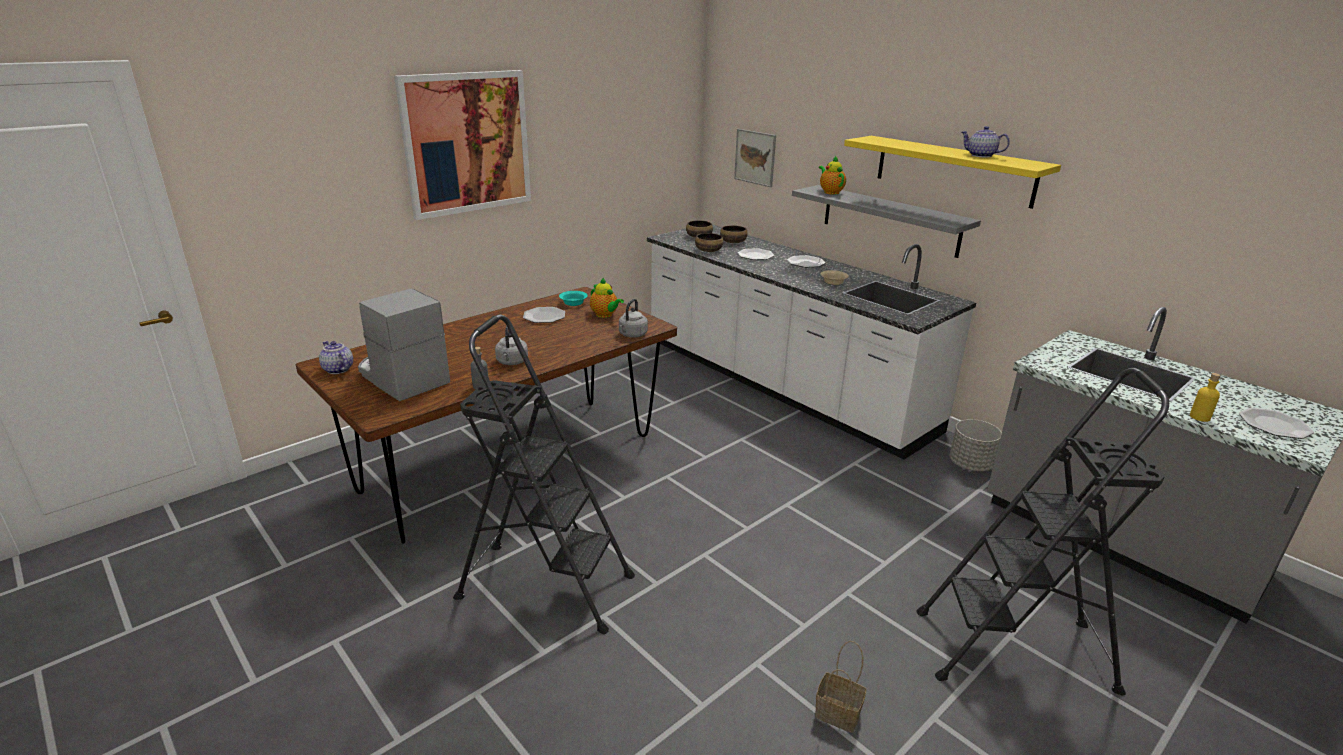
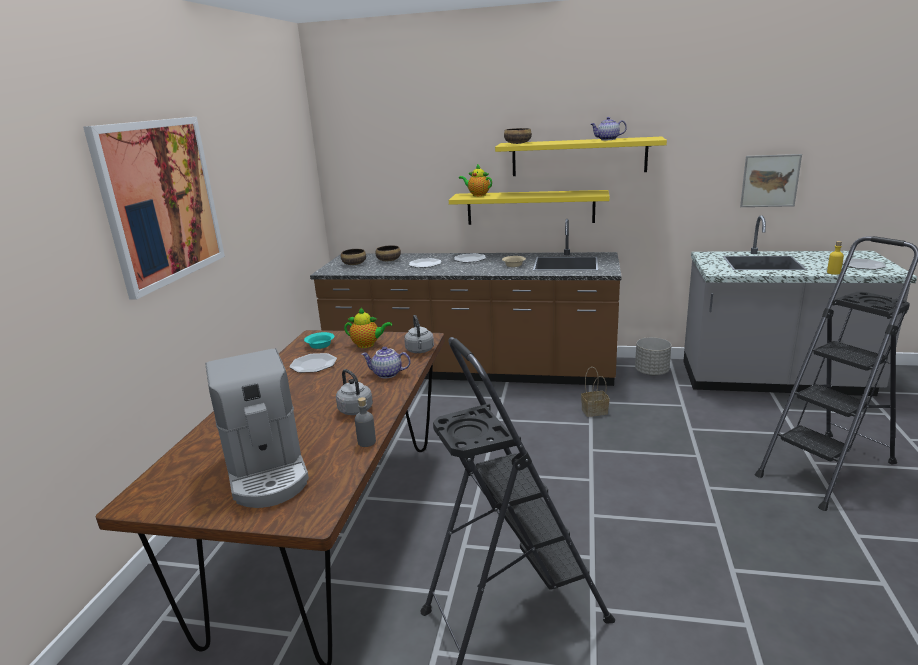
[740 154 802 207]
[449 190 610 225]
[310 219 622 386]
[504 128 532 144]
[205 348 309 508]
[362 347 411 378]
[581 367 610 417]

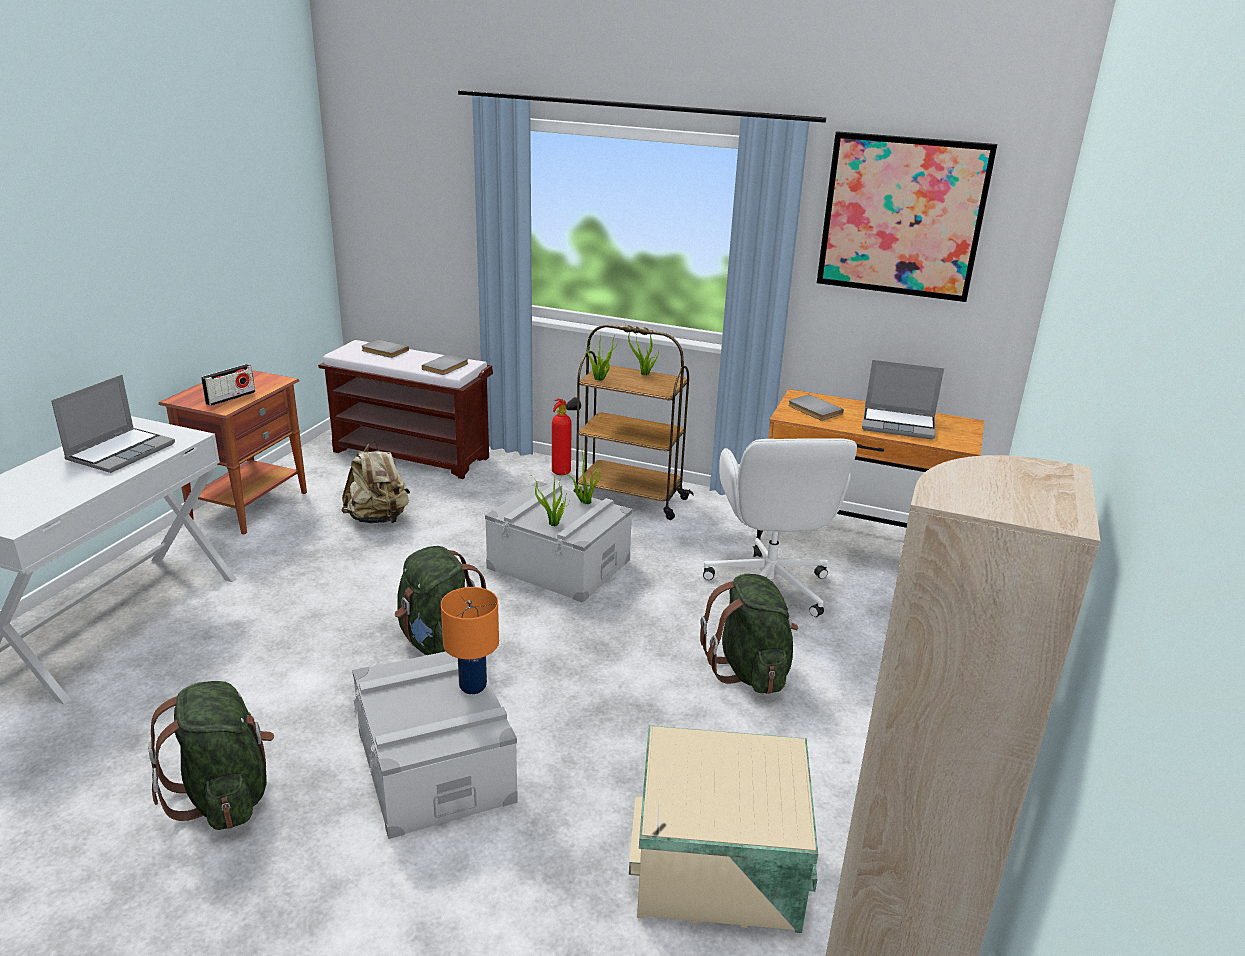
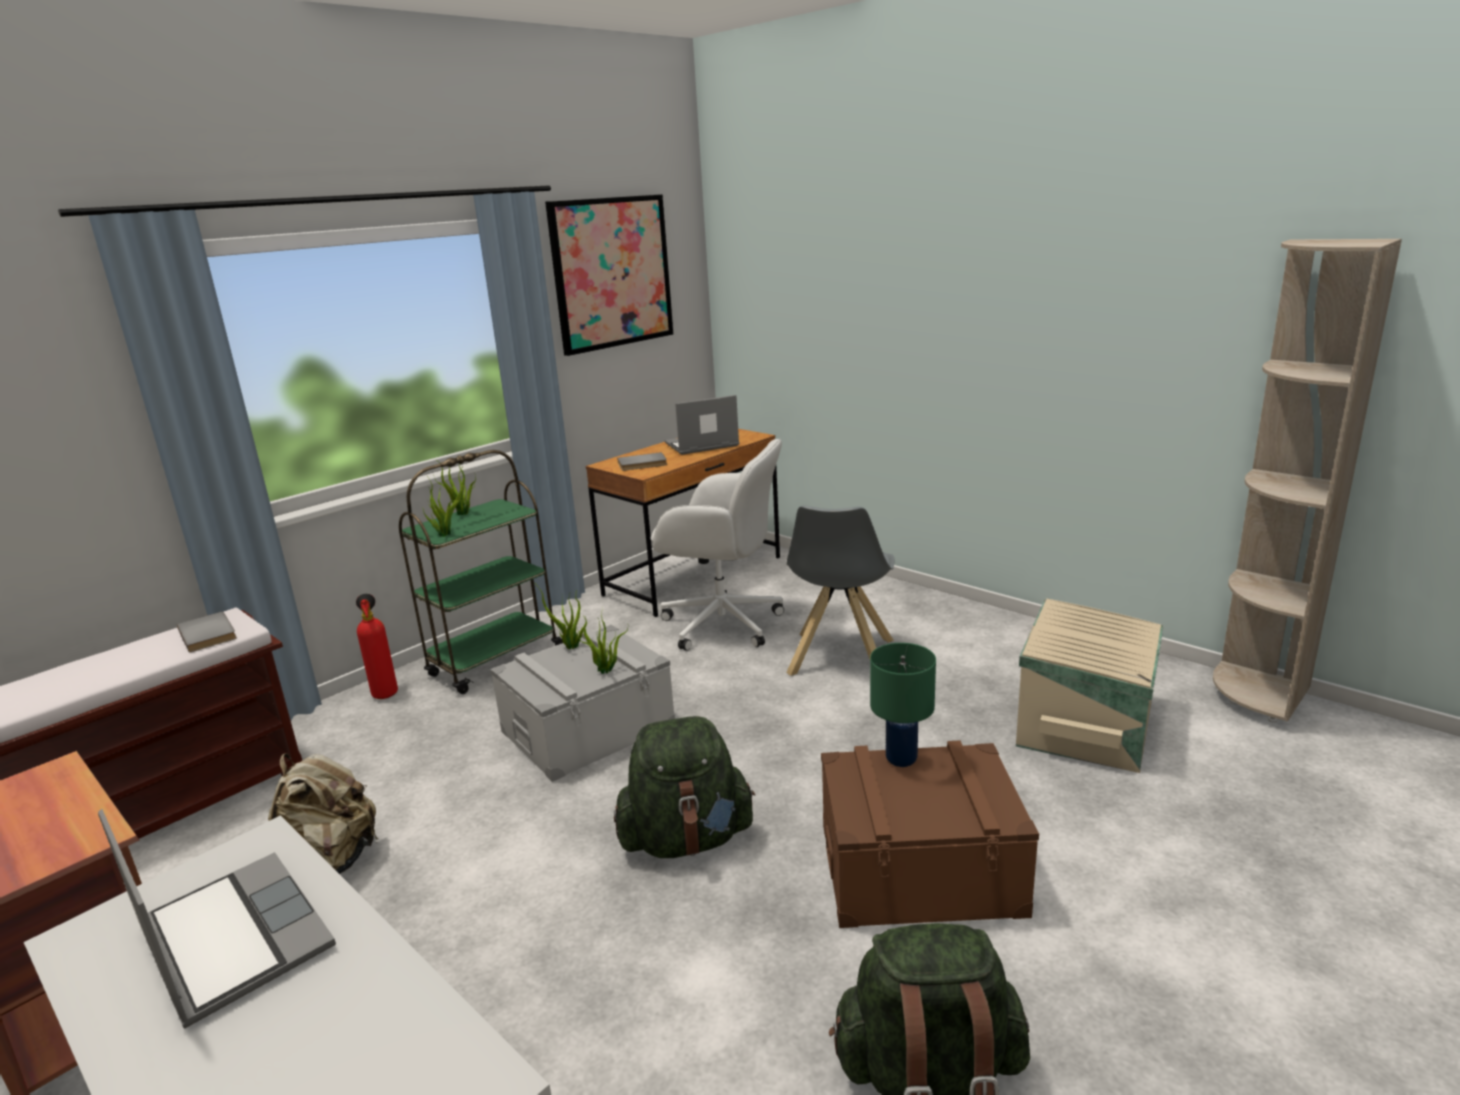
[399 450 563 694]
[362 339 409 358] (first image)
[665 395 739 455]
[201 364 255 406] (first image)
[786 505 895 676]
[870 643 936 767]
[821 740 1039 928]

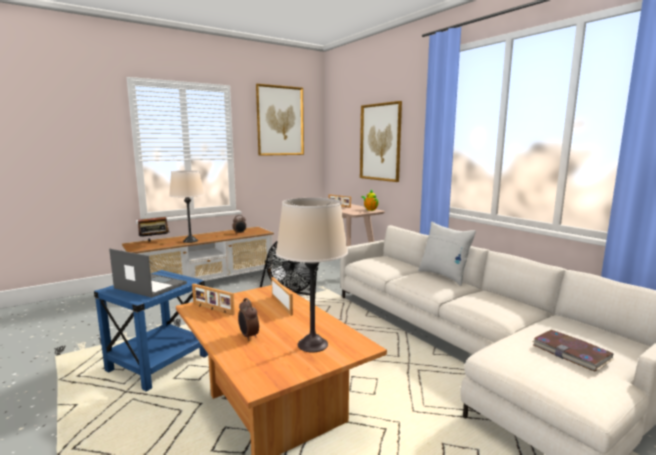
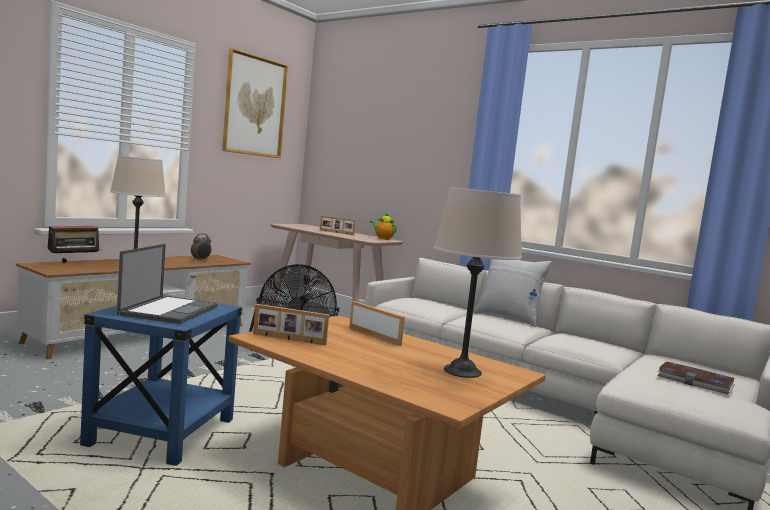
[360 101 402 182] (first image)
[117 244 218 324]
[238 298 259 341] (first image)

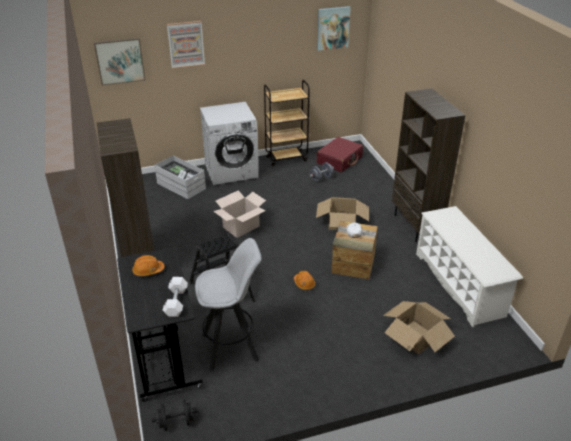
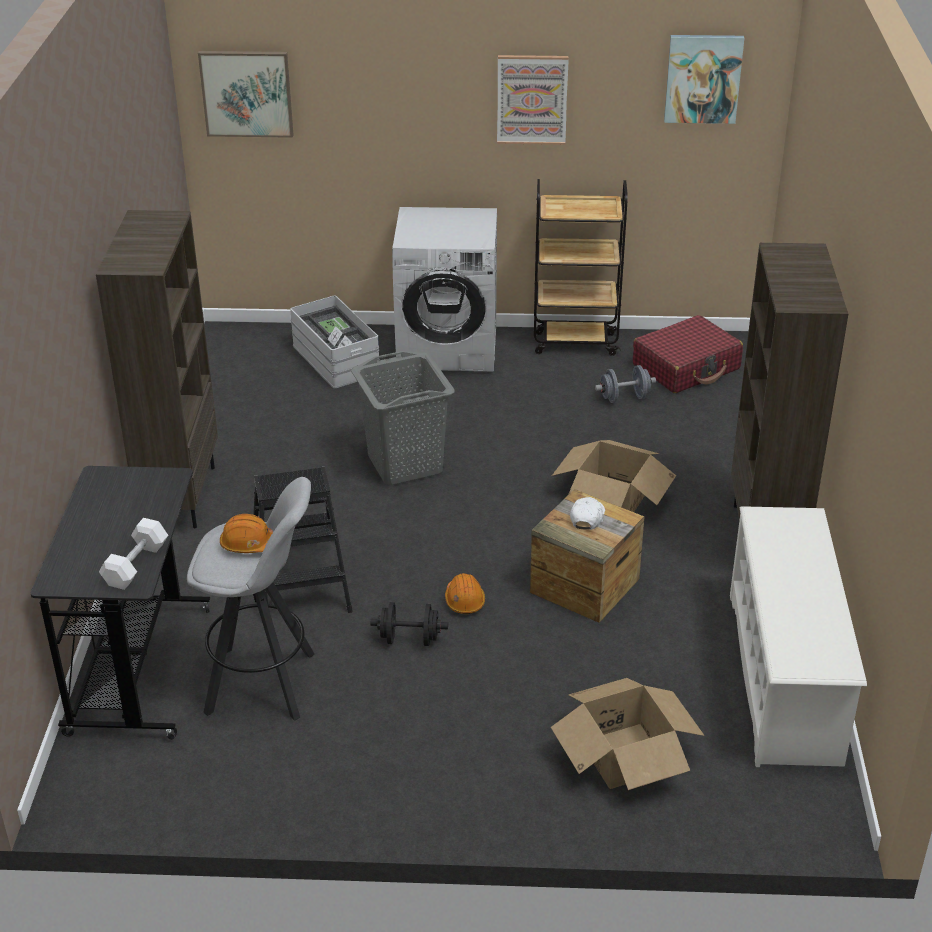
[497 55 569 145]
[351 351 455 485]
[220 514 273 553]
[371 602 448 646]

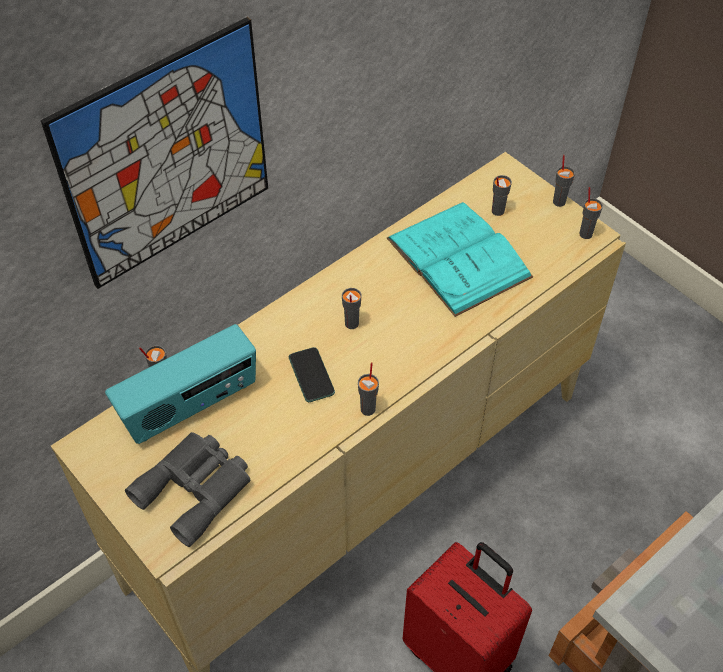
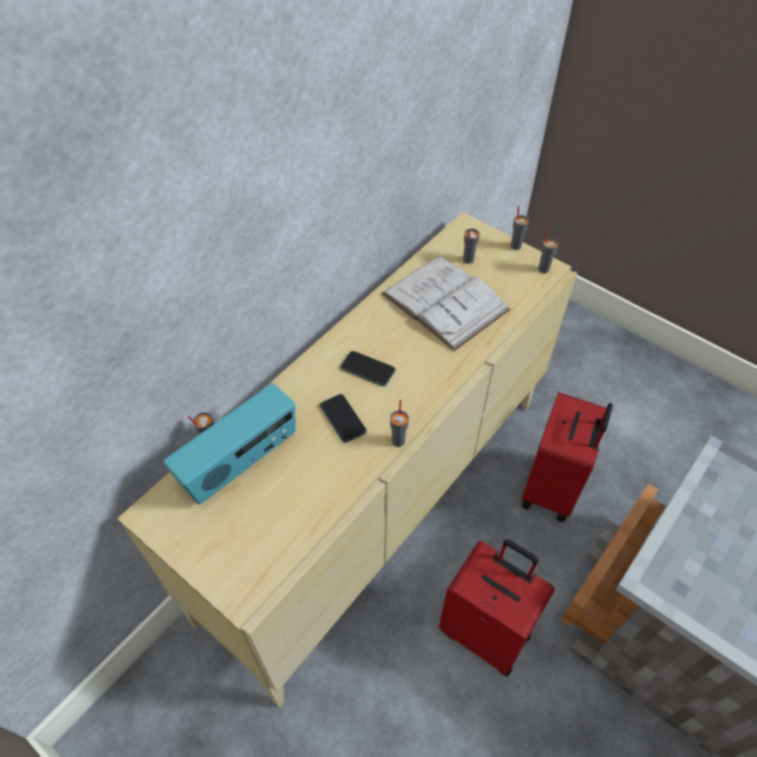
[41 17 268 289] (first image)
[382 256 511 351]
[340 351 396 387]
[125 432 251 547] (first image)
[522 392 613 522]

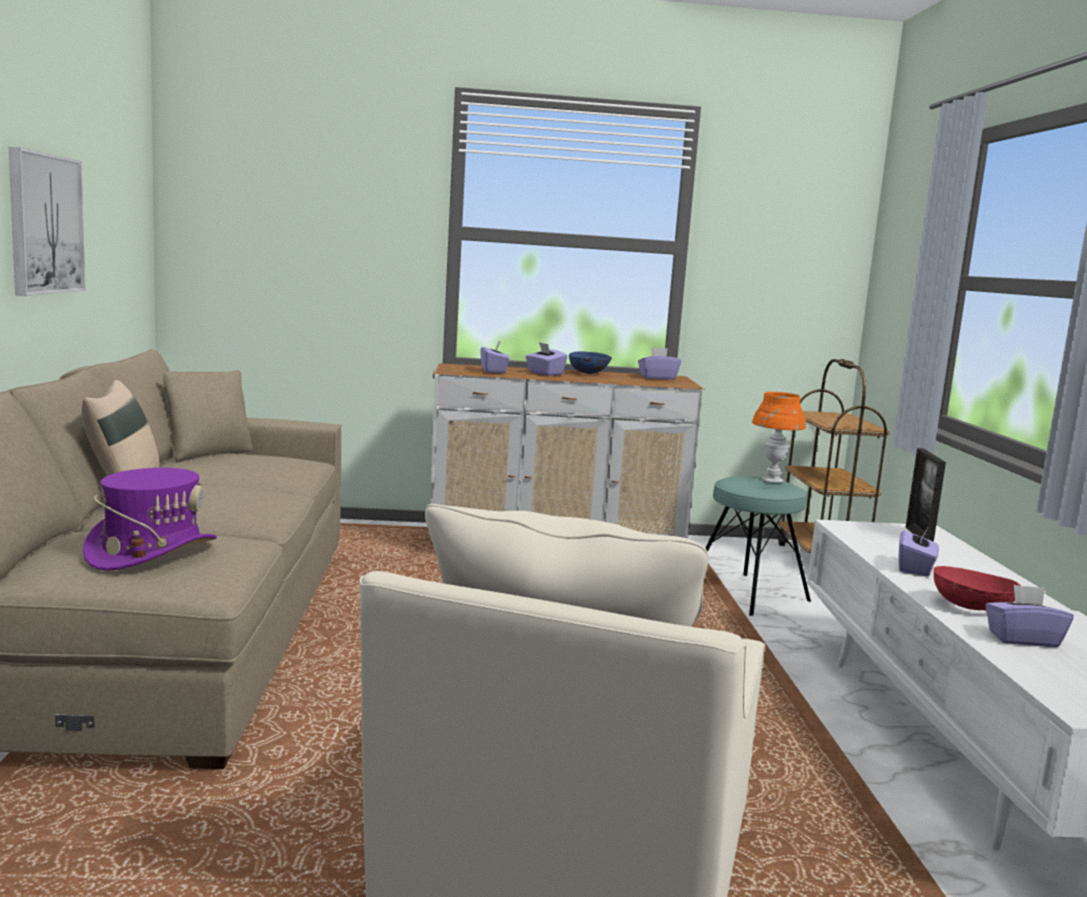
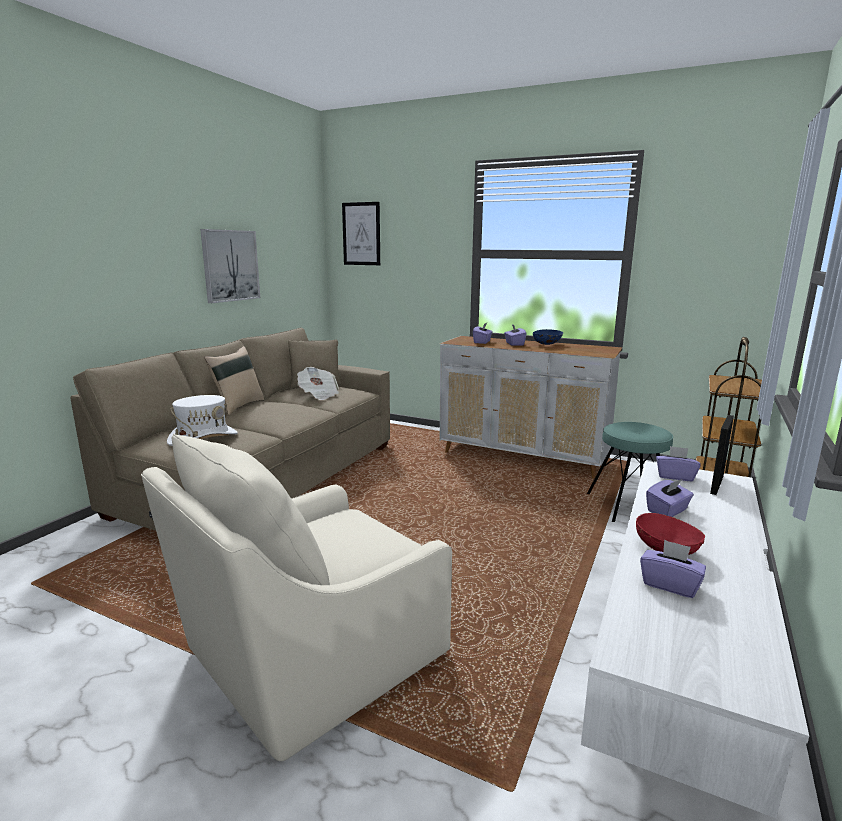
[656 446 701 481]
[752 392 806 483] (first image)
[167 395 238 446]
[342 202 380 265]
[297 367 339 400]

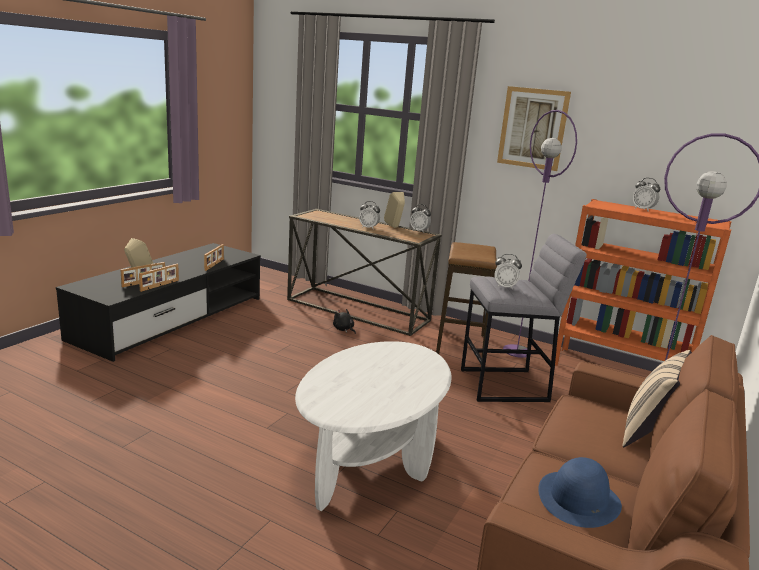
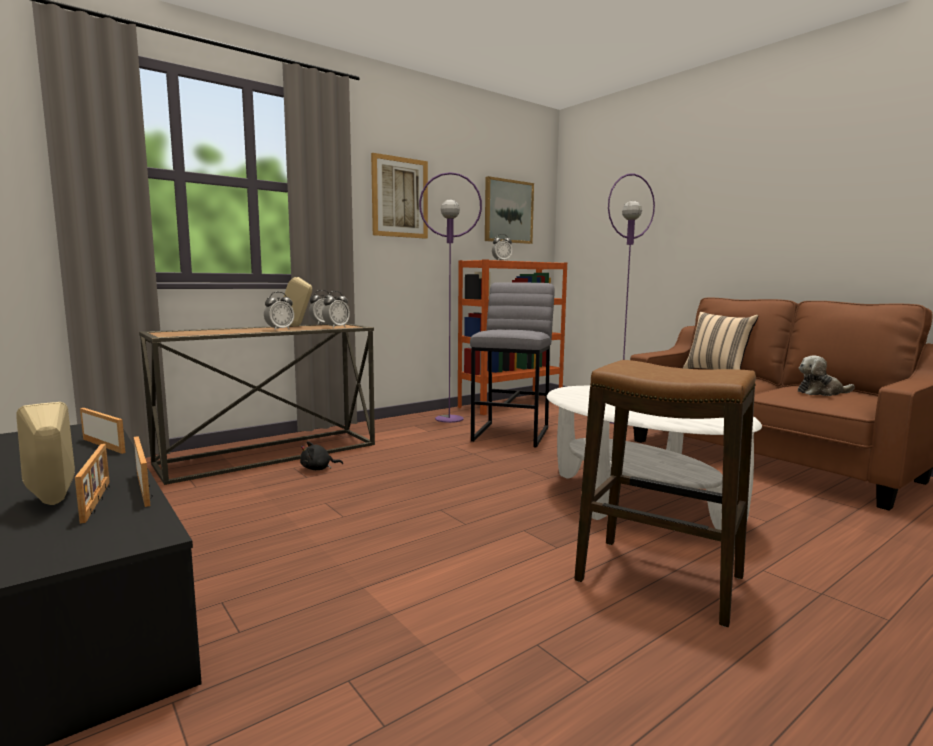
[574 360 756 627]
[322 291 350 328]
[798 356 855 396]
[485 176 534 244]

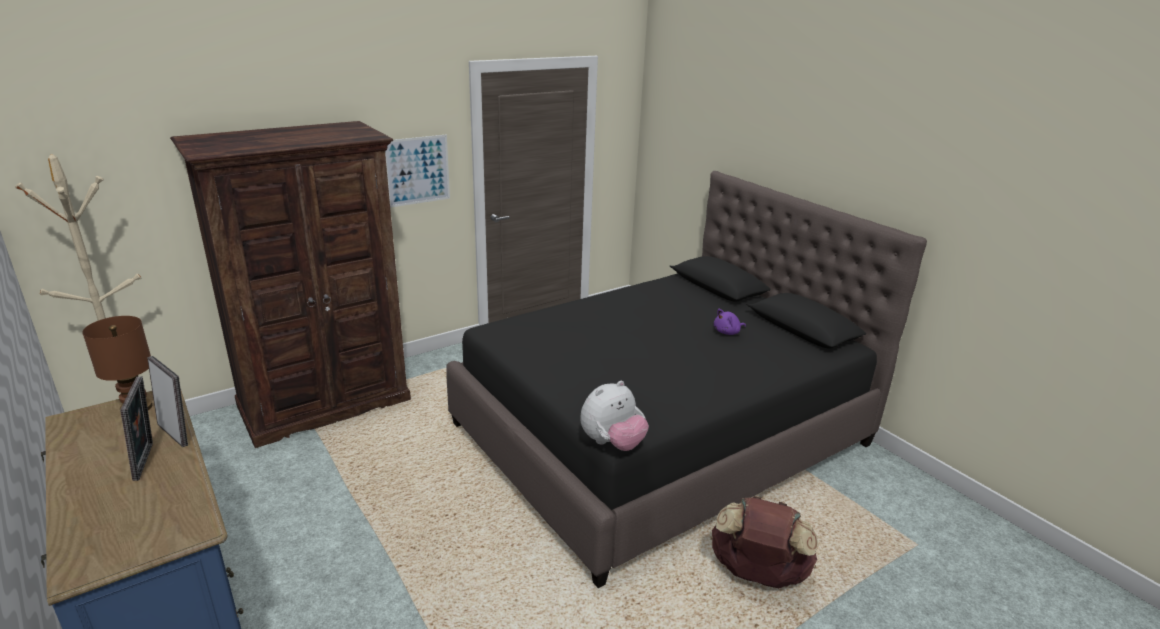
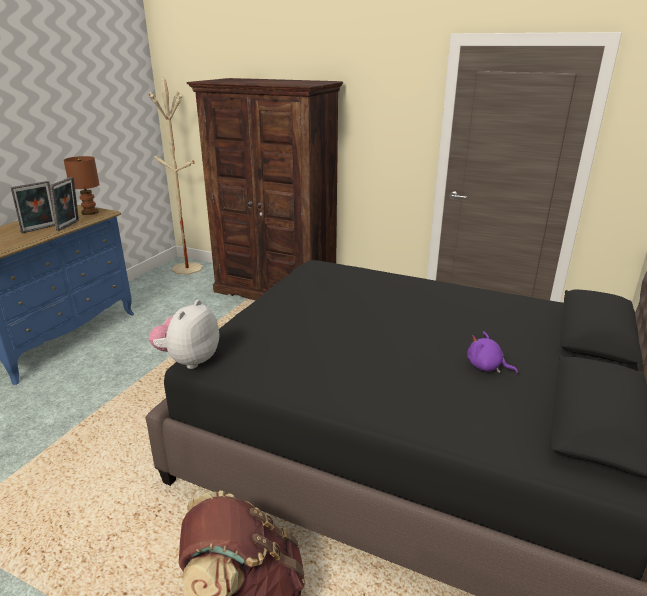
[385 134 450 208] (first image)
[149 300 220 369]

